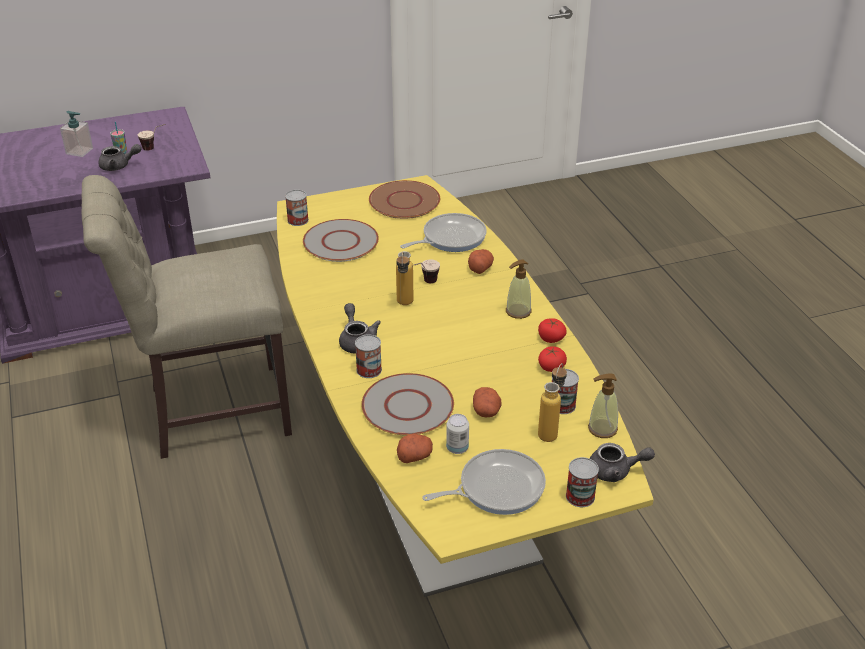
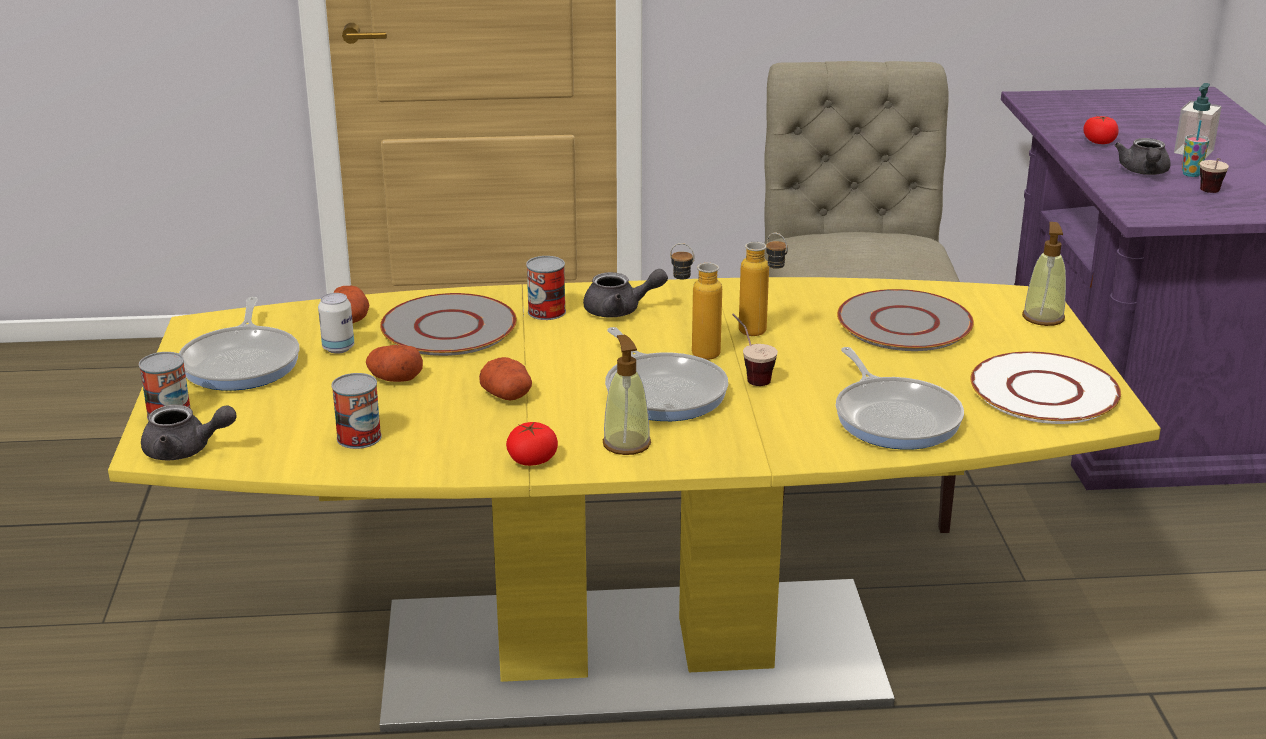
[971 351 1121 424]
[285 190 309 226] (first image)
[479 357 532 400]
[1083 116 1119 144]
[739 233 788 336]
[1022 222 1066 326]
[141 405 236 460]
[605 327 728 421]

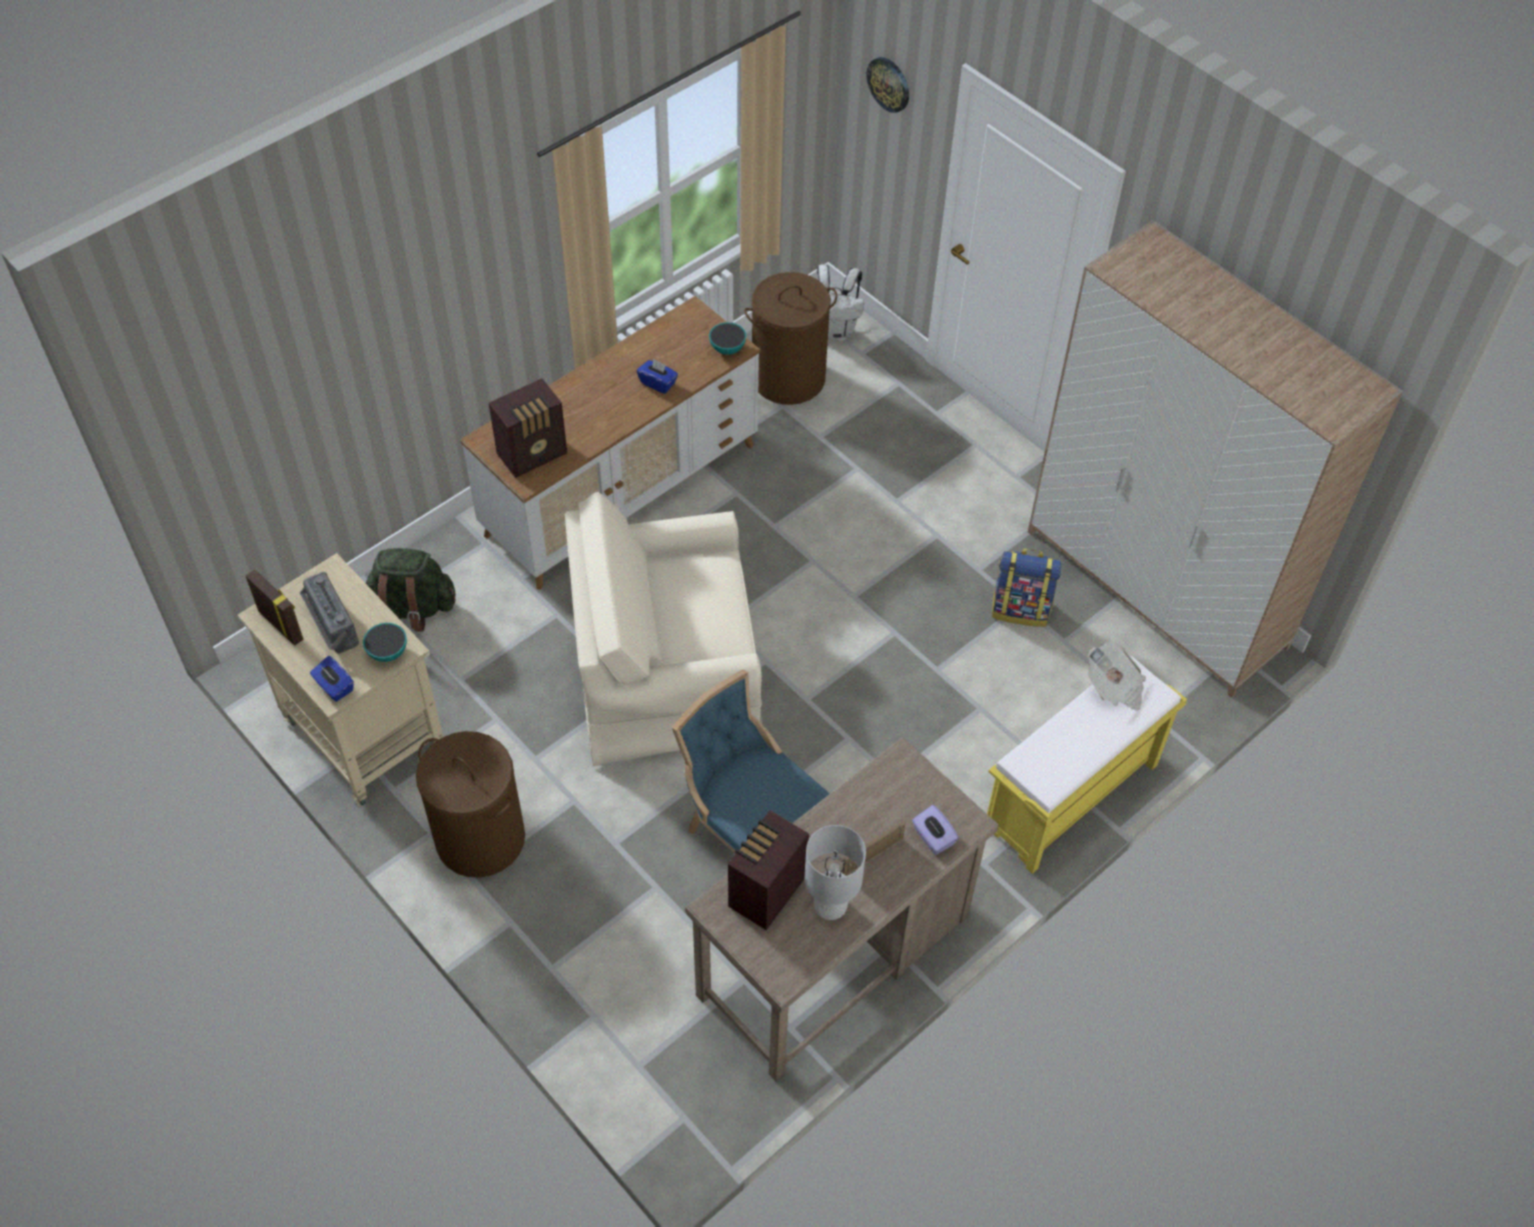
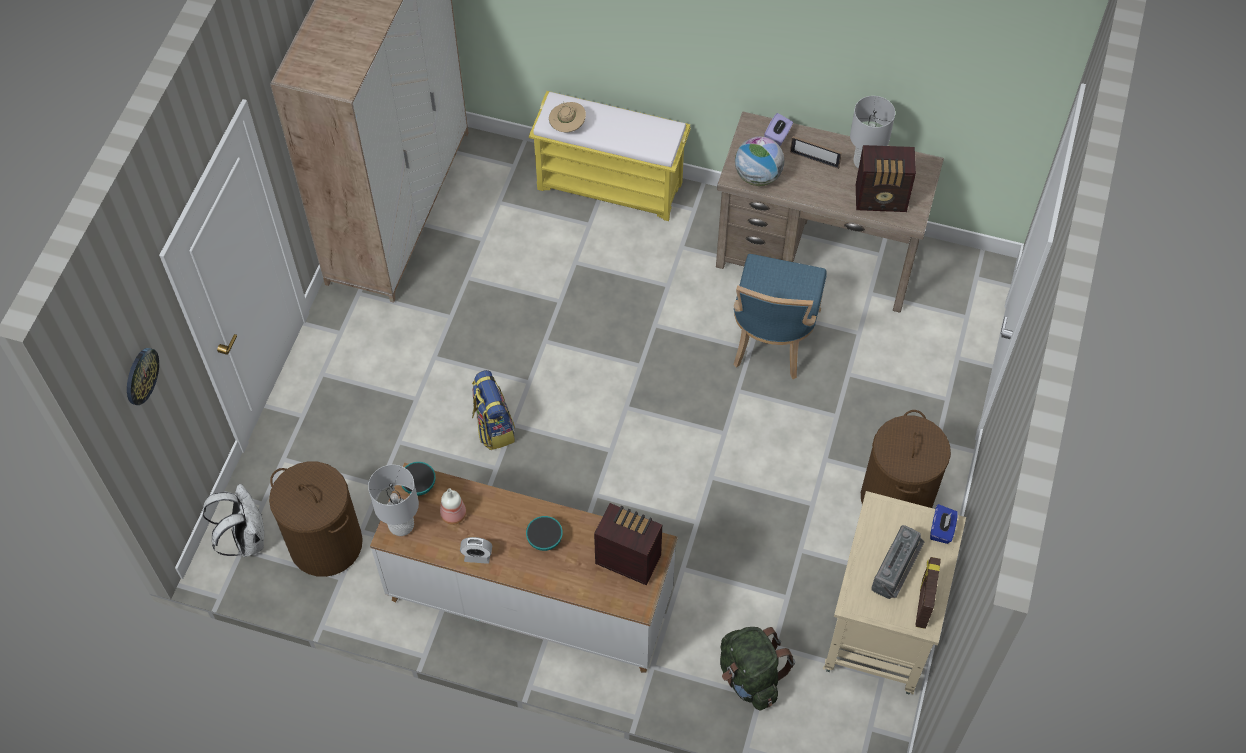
[637 358 678 394] (first image)
[565 492 762 766] (first image)
[472 370 515 450]
[526 516 563 551]
[549 102 586 132]
[735 136 784 186]
[368 465 419 536]
[440 488 466 525]
[460 537 492 564]

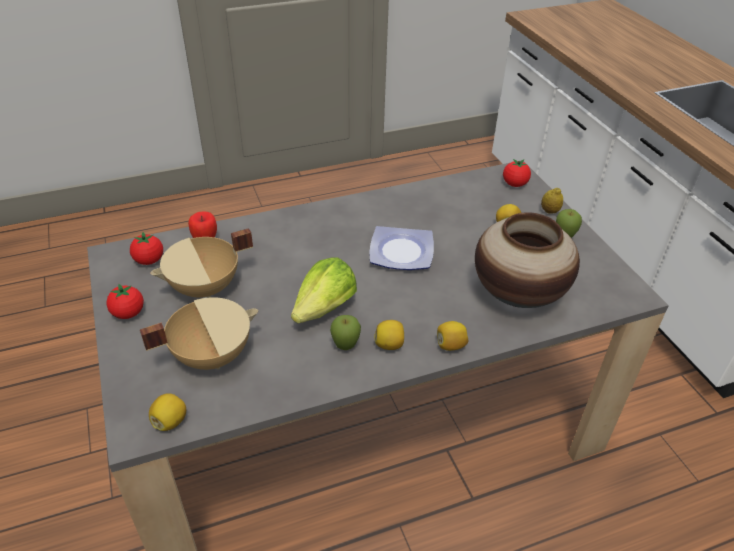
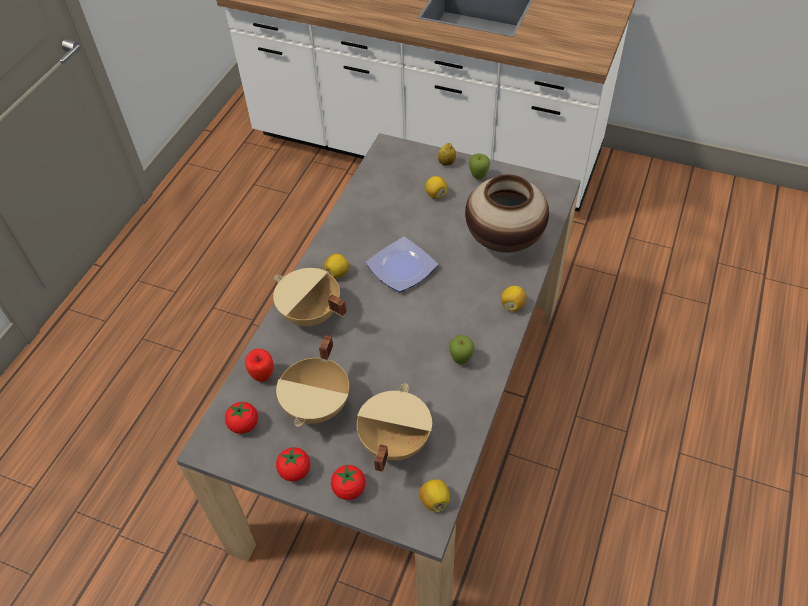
[331 464 366 500]
[291 257 357 324] (first image)
[324 254 349 278]
[273 268 347 326]

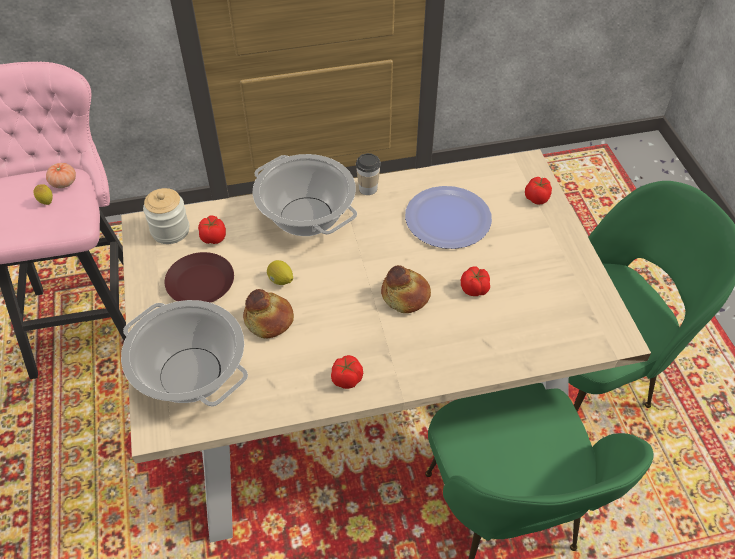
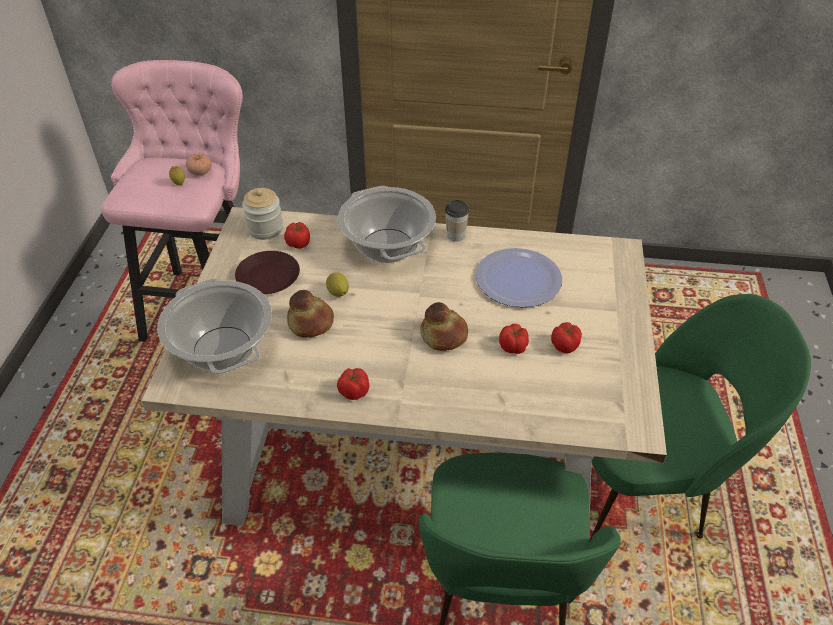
[551 322 582 353]

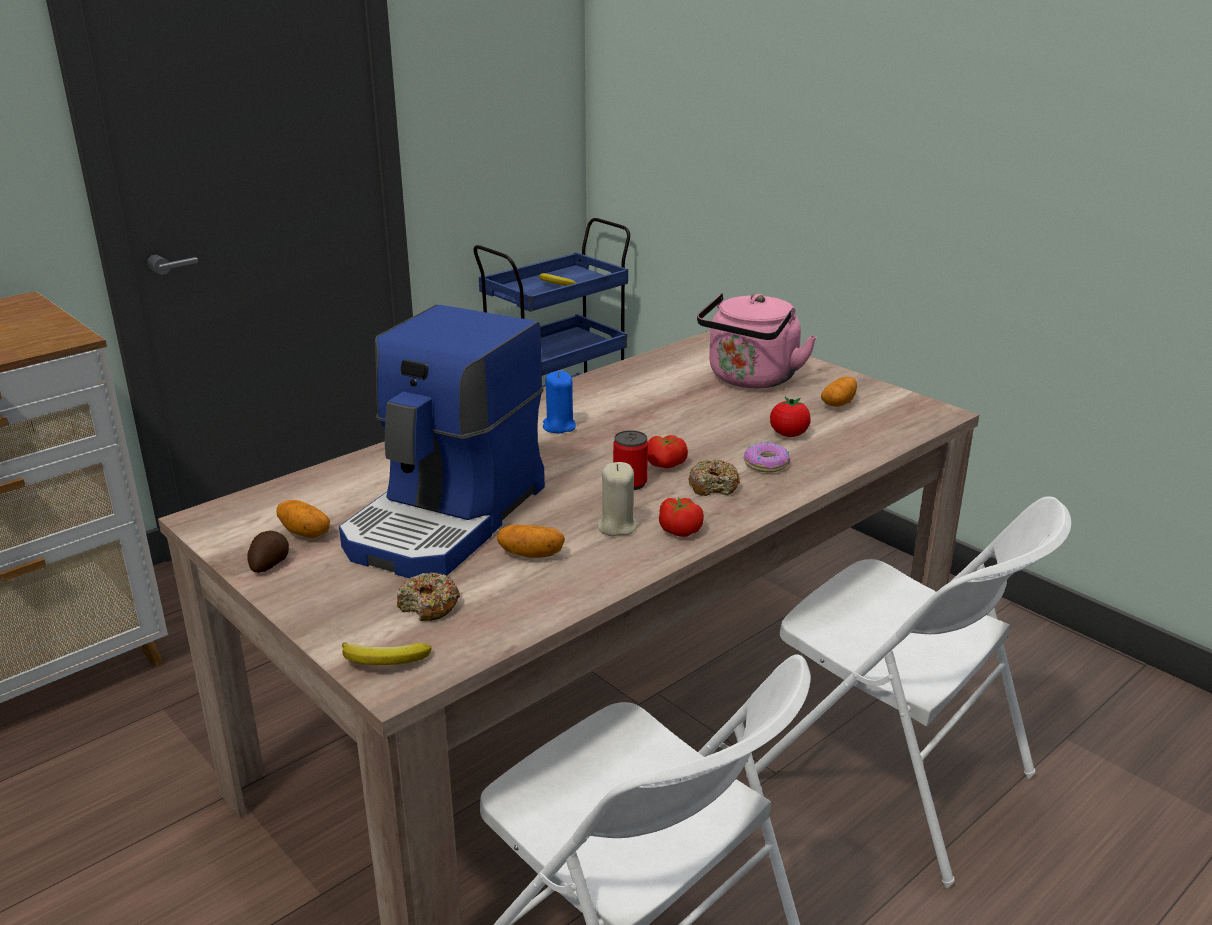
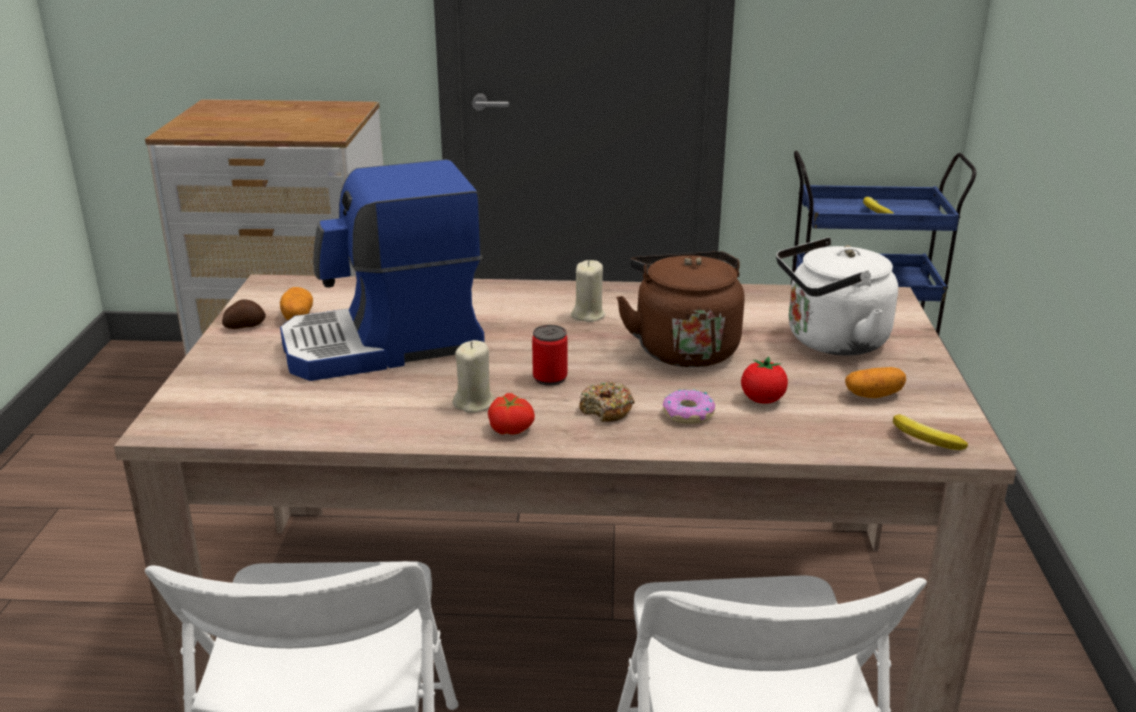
[776 237 898 355]
[571 260 606 322]
[648 435 688 468] (first image)
[497 525 565 558] (first image)
[397 572 460 621] (first image)
[893 414 968 450]
[616 251 744 367]

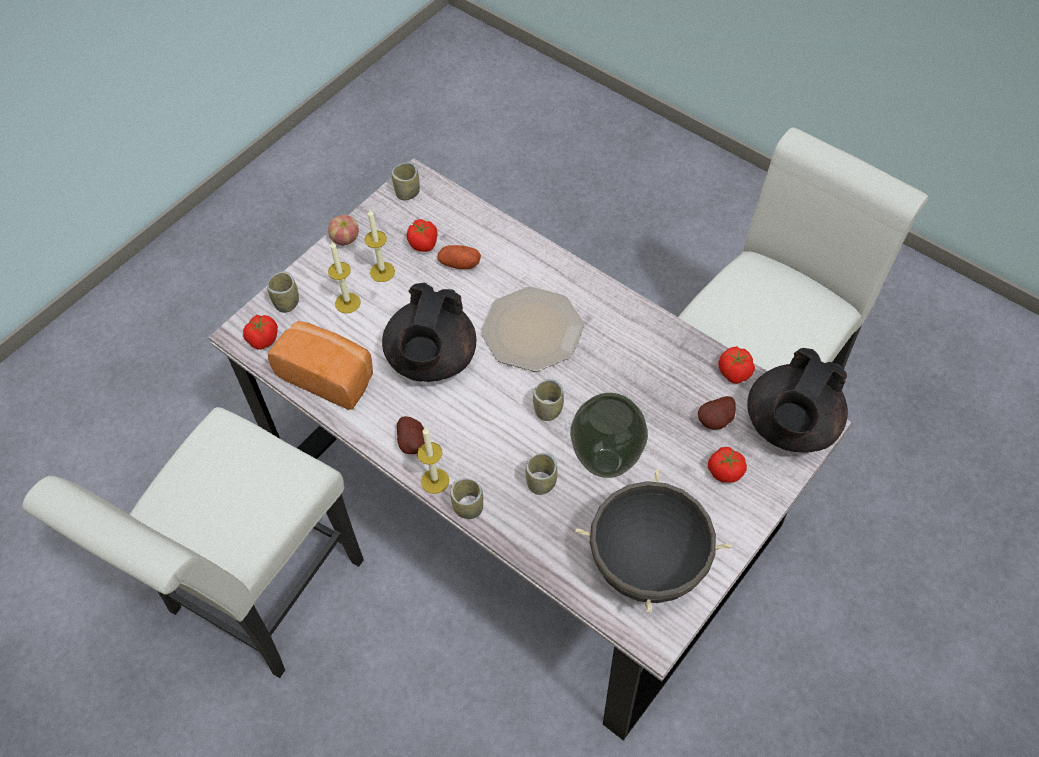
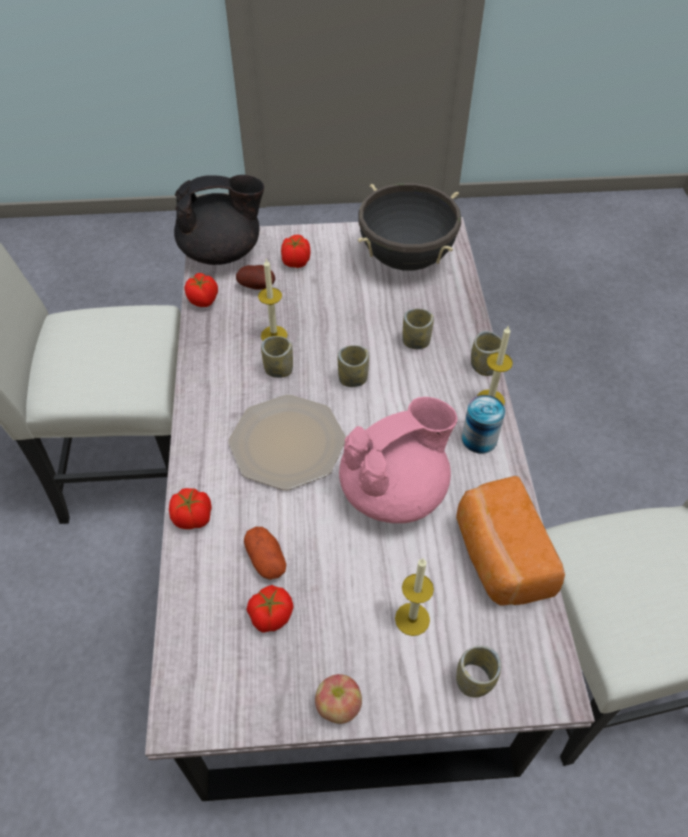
[261 336 293 378]
[258 258 288 341]
[339 397 458 523]
[169 488 212 529]
[570 393 648 478] (first image)
[462 395 505 454]

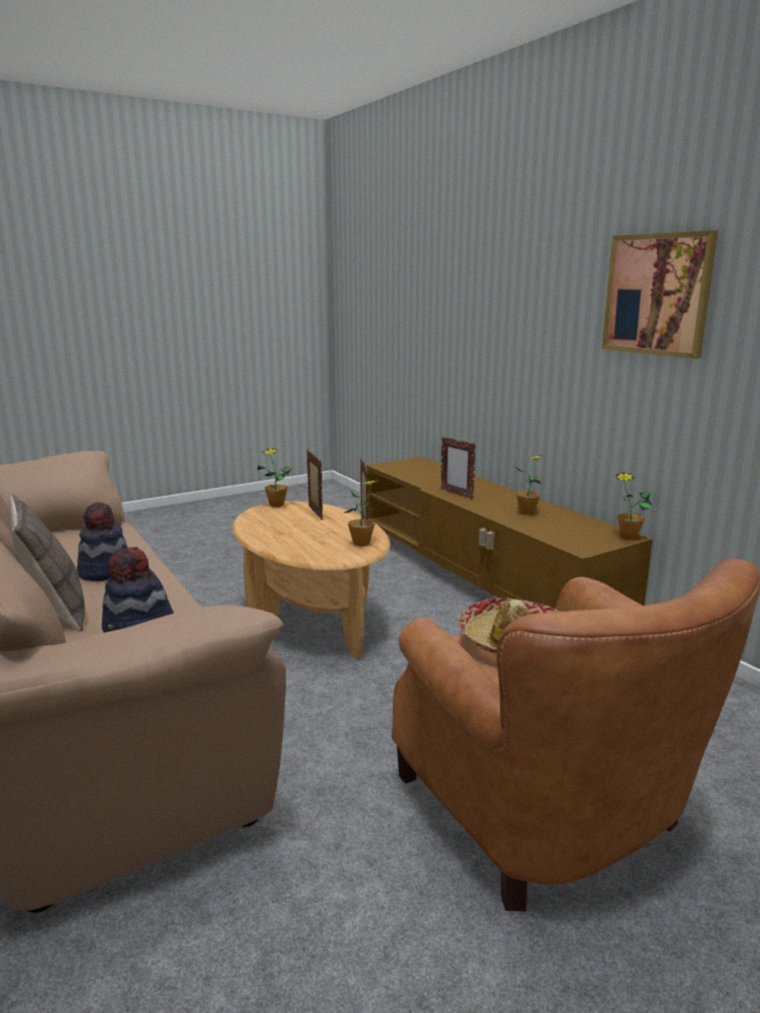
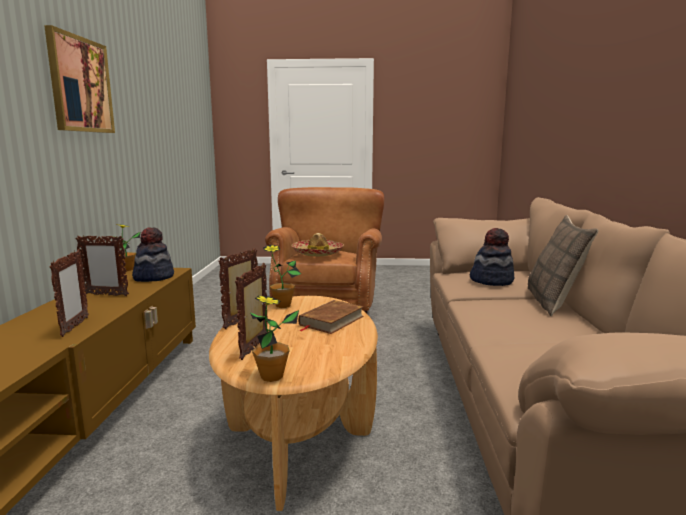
[75 235 129 296]
[132 227 174 282]
[299 300 364 334]

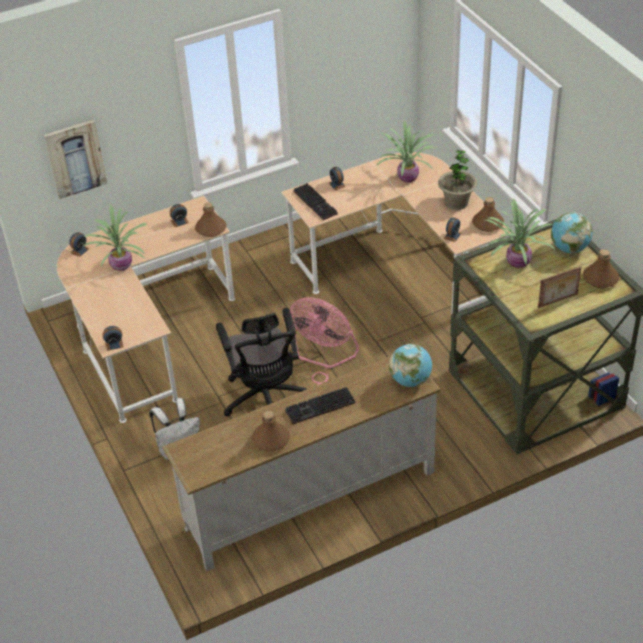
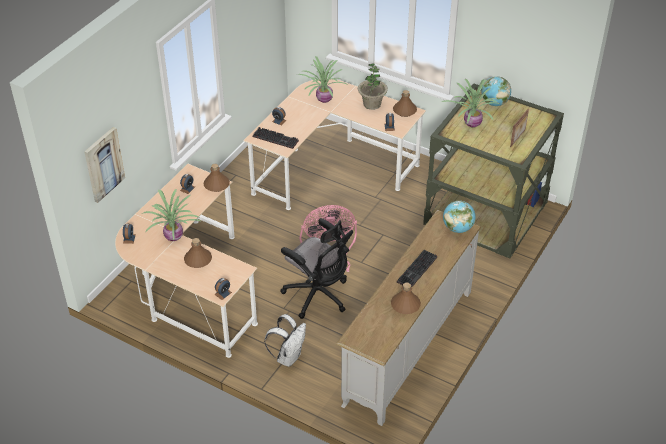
[184 238 212 268]

